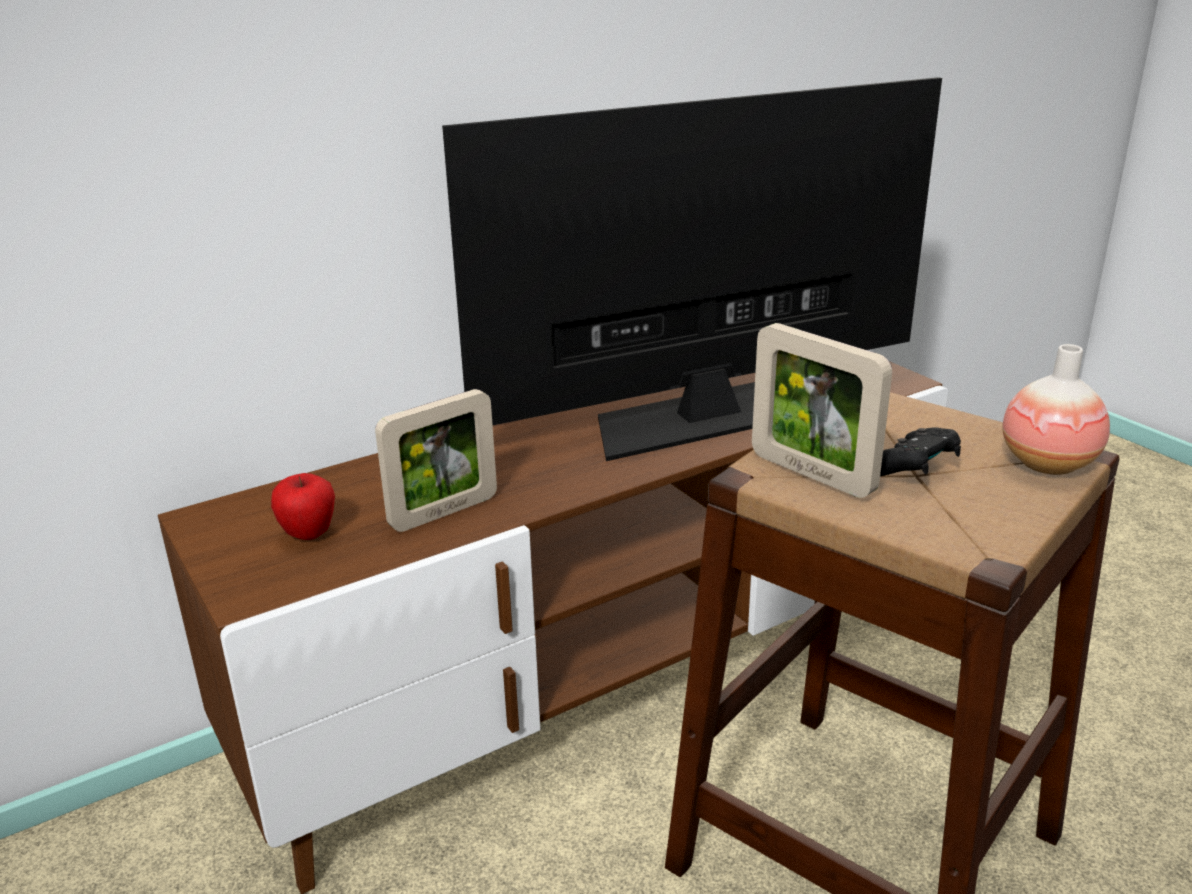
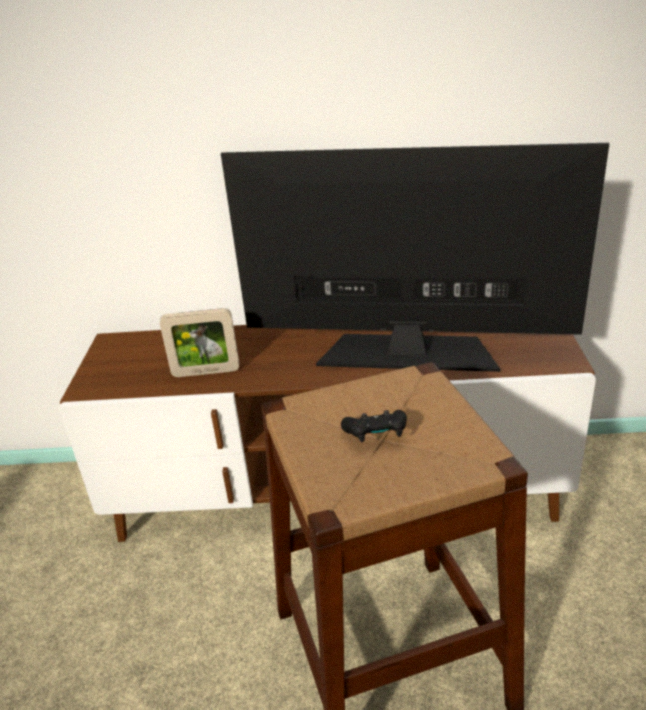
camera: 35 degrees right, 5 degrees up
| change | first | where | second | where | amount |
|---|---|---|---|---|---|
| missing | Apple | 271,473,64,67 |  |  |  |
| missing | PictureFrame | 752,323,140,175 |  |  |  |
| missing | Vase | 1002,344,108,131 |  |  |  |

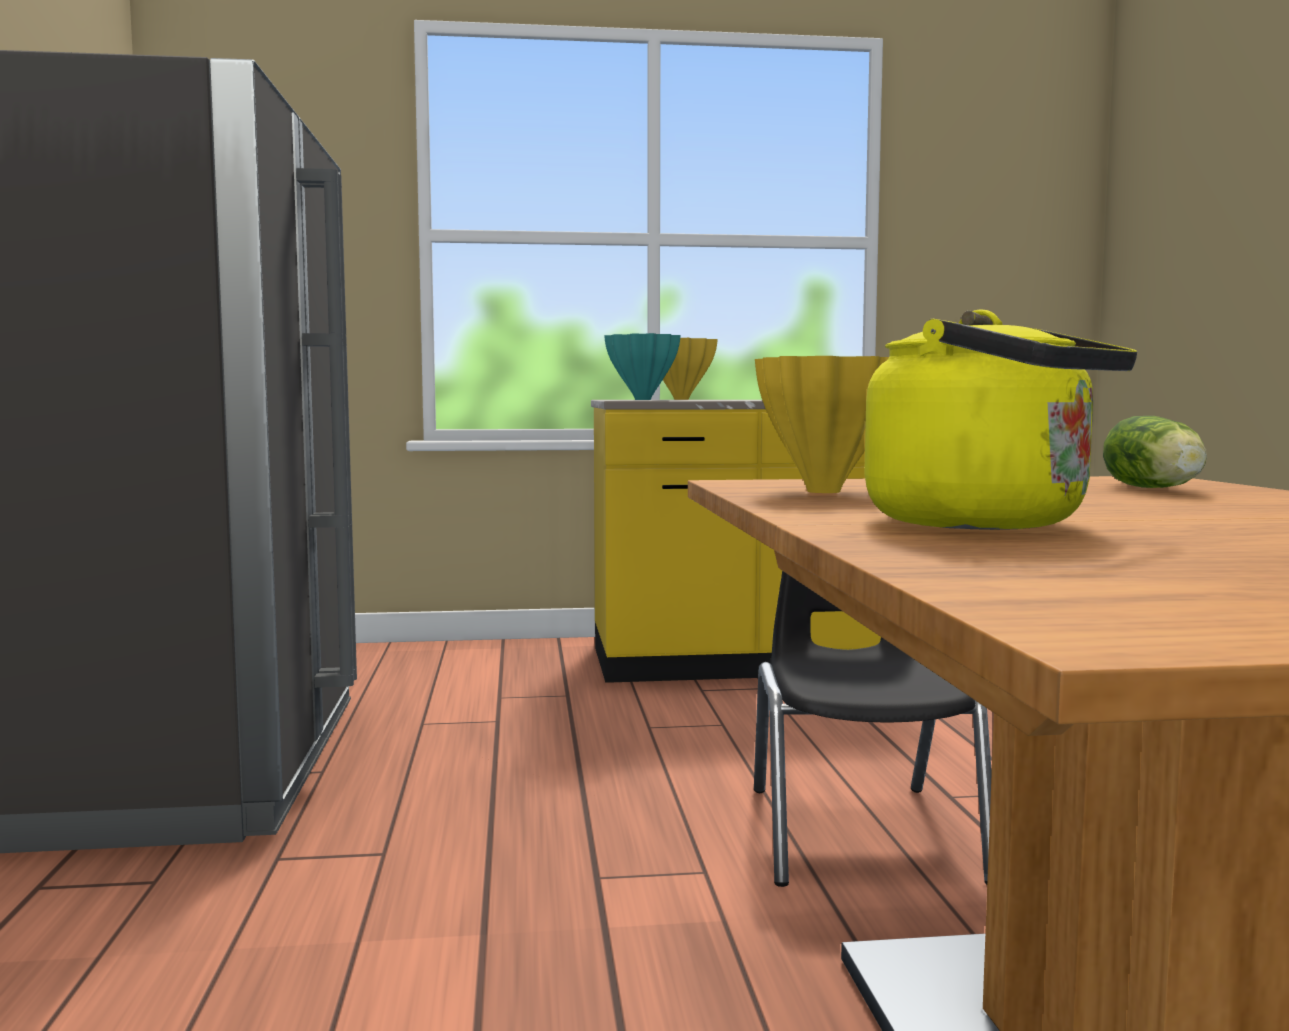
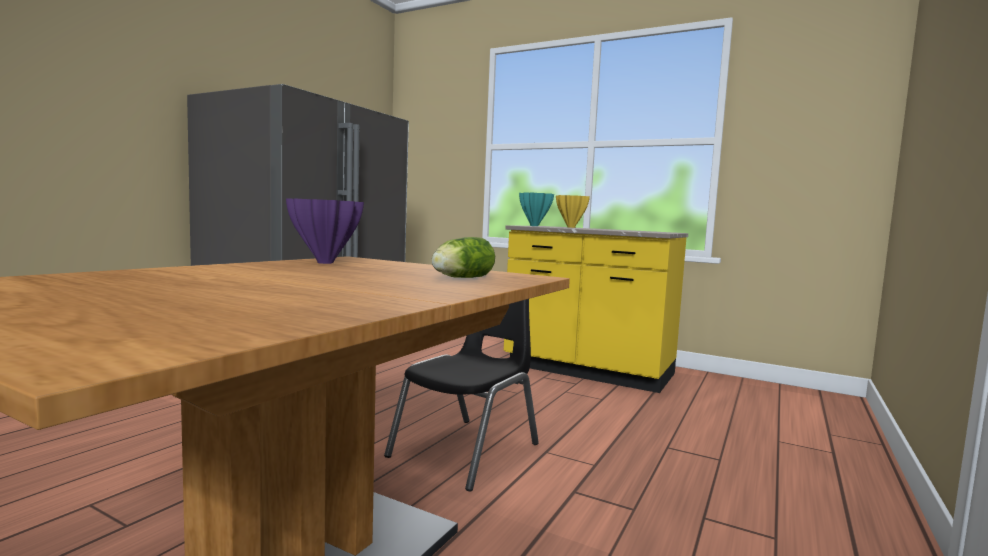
camera: 35 degrees right, 0 degrees up
| change | first | where | second | where | amount |
|---|---|---|---|---|---|
| missing | YellowKettle | 864,309,273,221 |  |  |  |
| colour | YellowVase | 755,356,134,137 | PurpleVase | 286,198,78,66 |  |

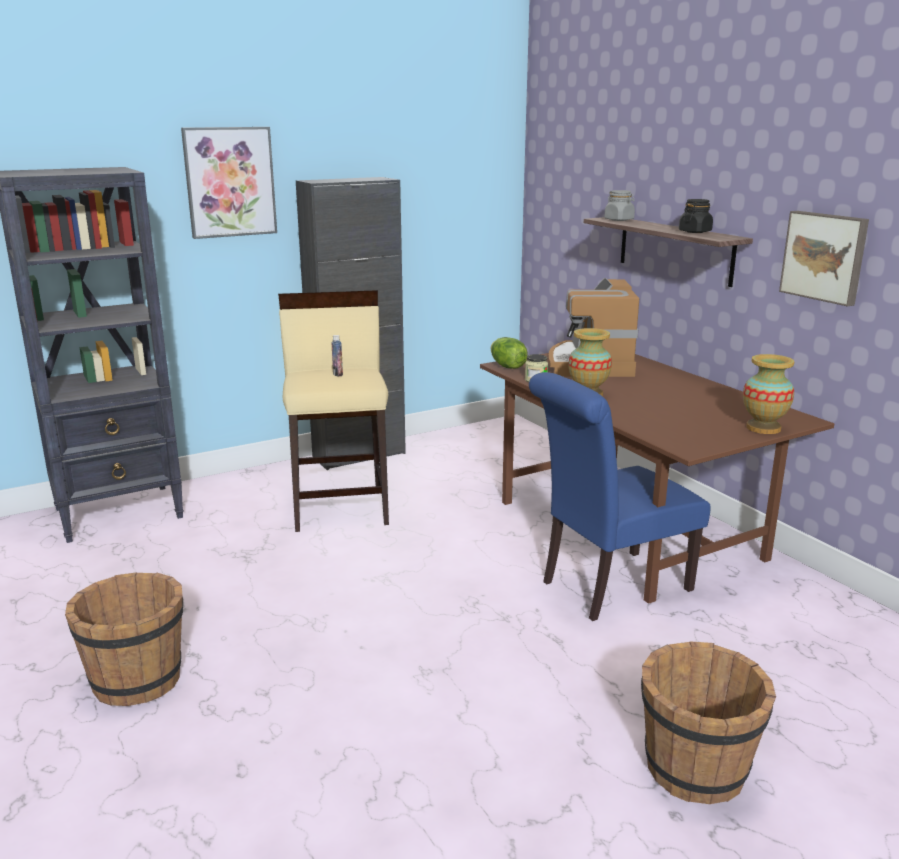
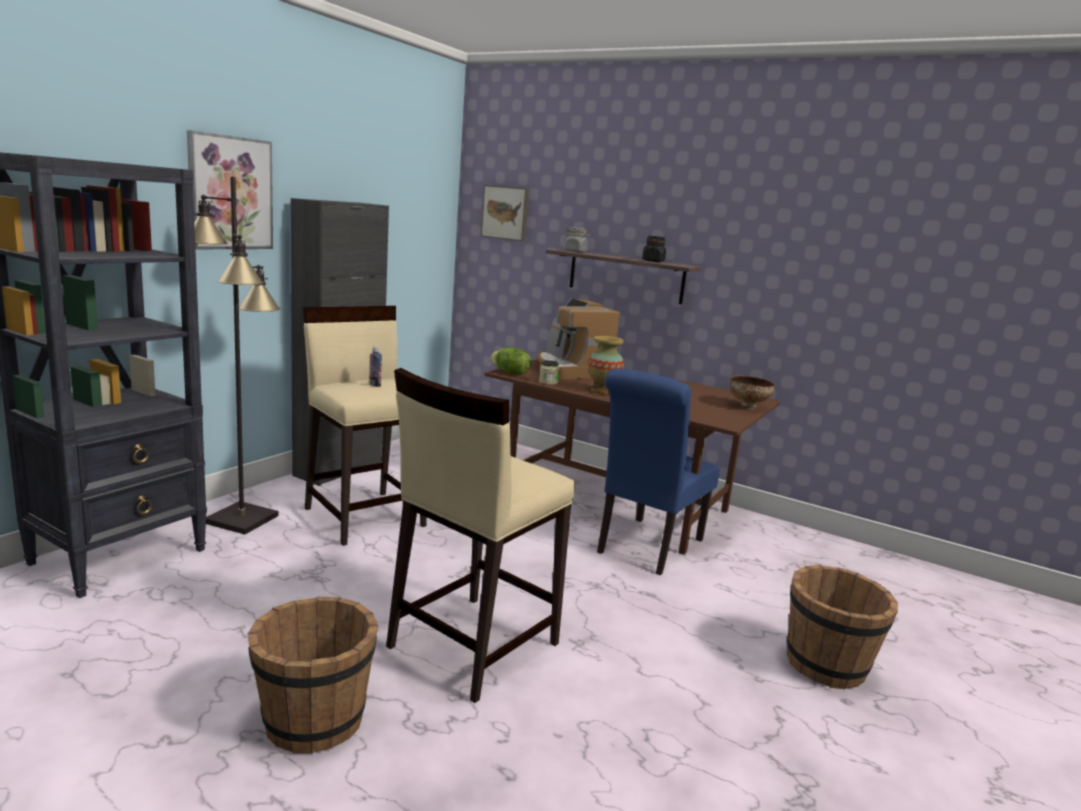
camera: 30 degrees left, 5 degrees down
| change | first | where | second | where | amount |
|---|---|---|---|---|---|
| appeared |  |  | BlackFloorLamp | 194,176,86,358 |  |
| appeared |  |  | BeigeStool | 386,368,189,335 |  |
| relocated | Picture | 779,211,90,96 |  | 481,185,48,56 |  |
| exchanged | Vase | 743,354,52,80 | Bowl | 729,376,46,34 |  |

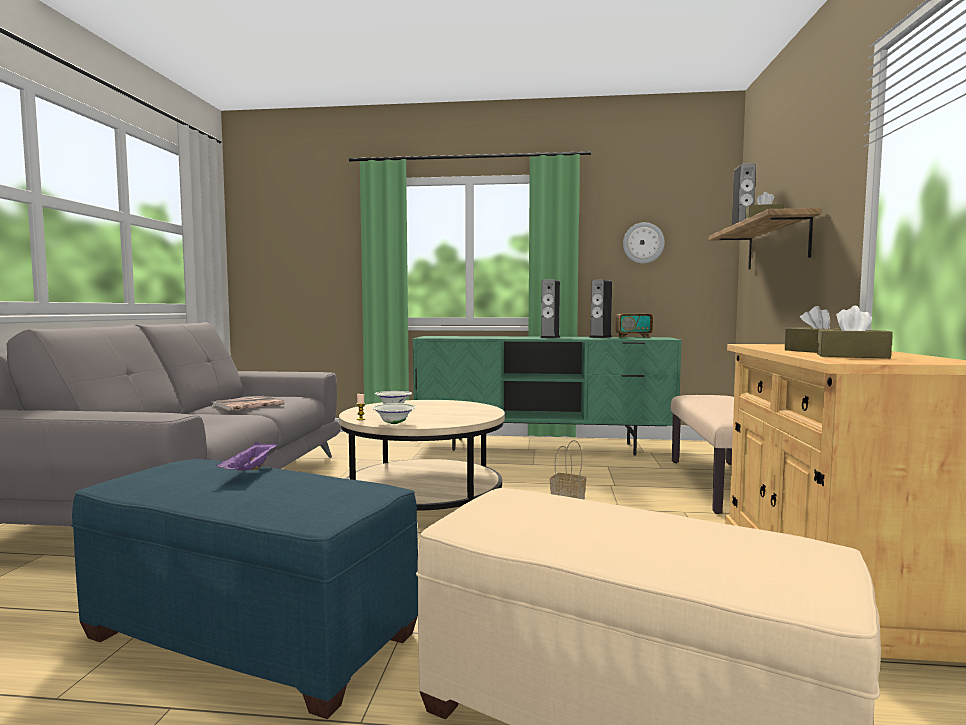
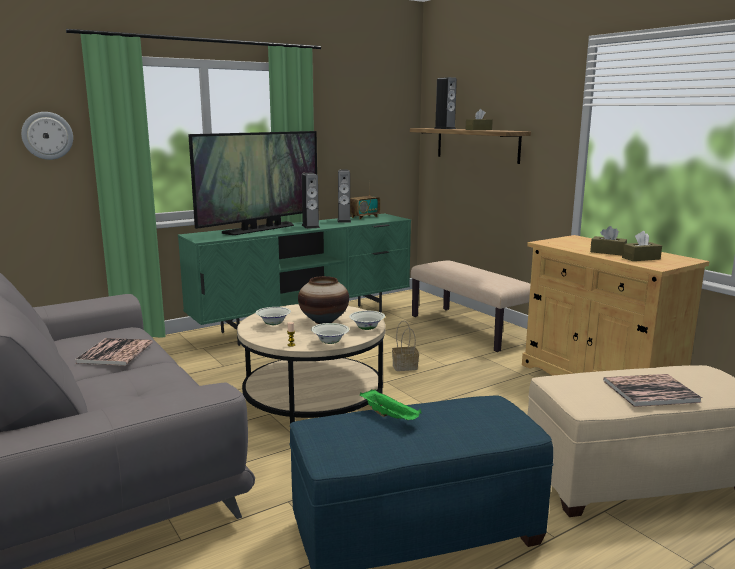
camera: 40 degrees left, 10 degrees up
| change | first | where | second | where | amount |
|---|---|---|---|---|---|
| appeared |  |  | Television | 188,131,129,104 |  |
| appeared |  |  | Vase | 298,276,51,48 |  |
| appeared |  |  | WhiteBowl | 349,311,36,19 |  |
| appeared |  |  | Book | 603,374,99,33 |  |
| relocated | WallClock | 623,222,42,42 |  | 21,112,52,48 |  |
| colour | PurpleTray | 217,441,60,30 | GreenTray | 360,389,62,31 |  |

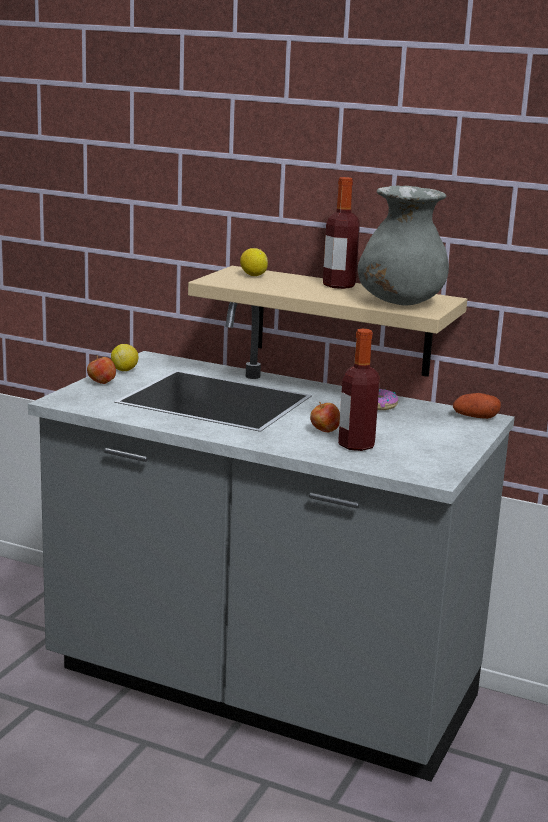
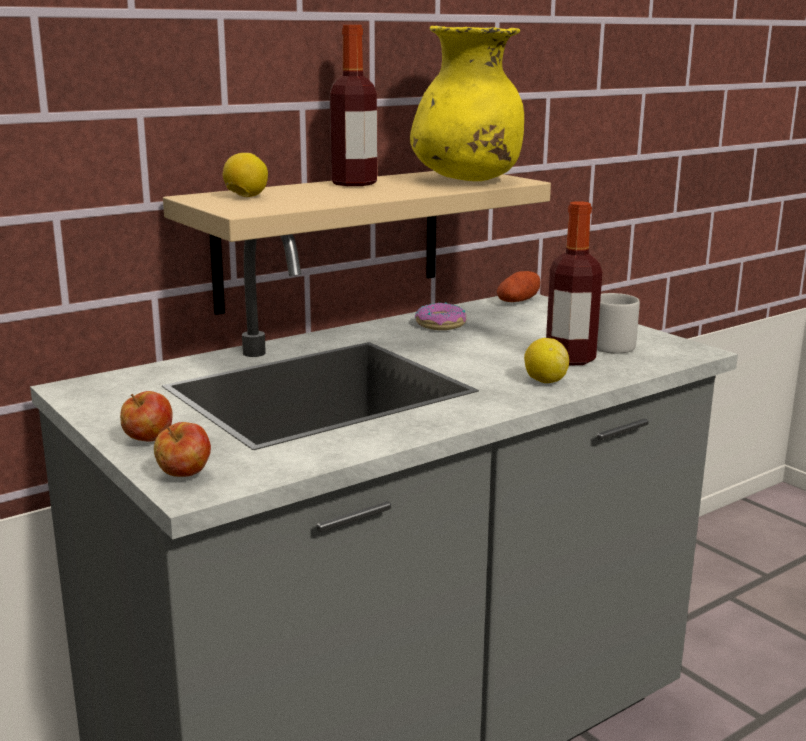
camera: 60 degrees left, 0 degrees up
| change | first | where | second | where | amount |
|---|---|---|---|---|---|
| appeared |  |  | GreyMug | 597,293,43,61 |  |
| relocated | Lemon | 111,344,28,27 |  | 524,338,45,45 |  |
| relocated | Apple | 310,402,30,30 |  | 154,422,57,55 |  |
| colour | GreyVase | 358,186,91,119 | YellowVase | 410,26,114,155 |  |

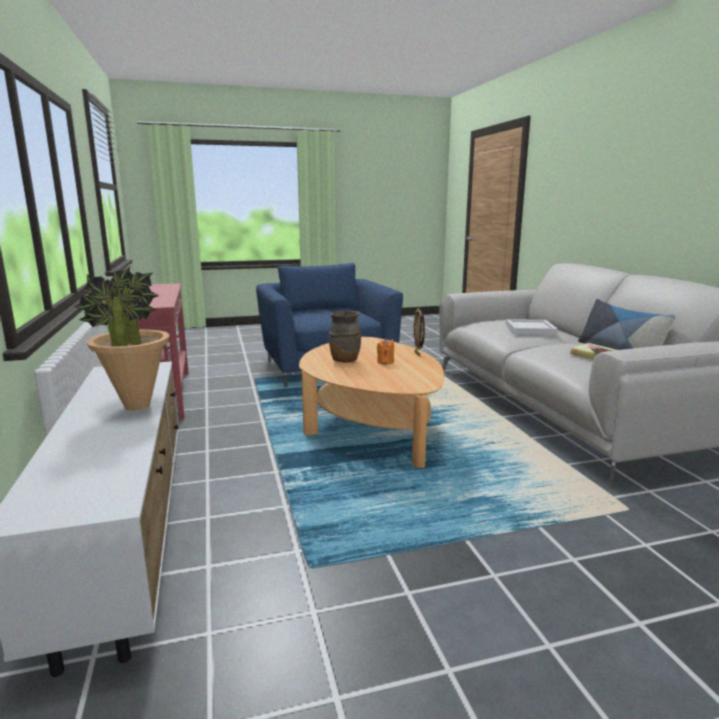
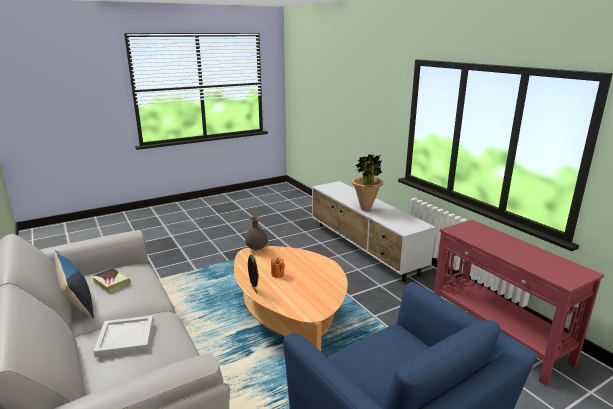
camera: 165 degrees right, 5 degrees up
| change | first | where | second | where | amount |
|---|---|---|---|---|---|
| missing | BrownVase | 329,311,32,51 |  |  |  |
| appeared |  |  | GreyVase | 245,216,23,35 |  |

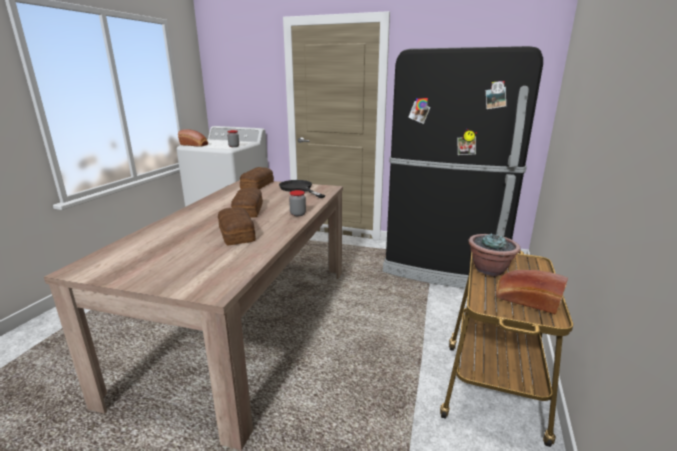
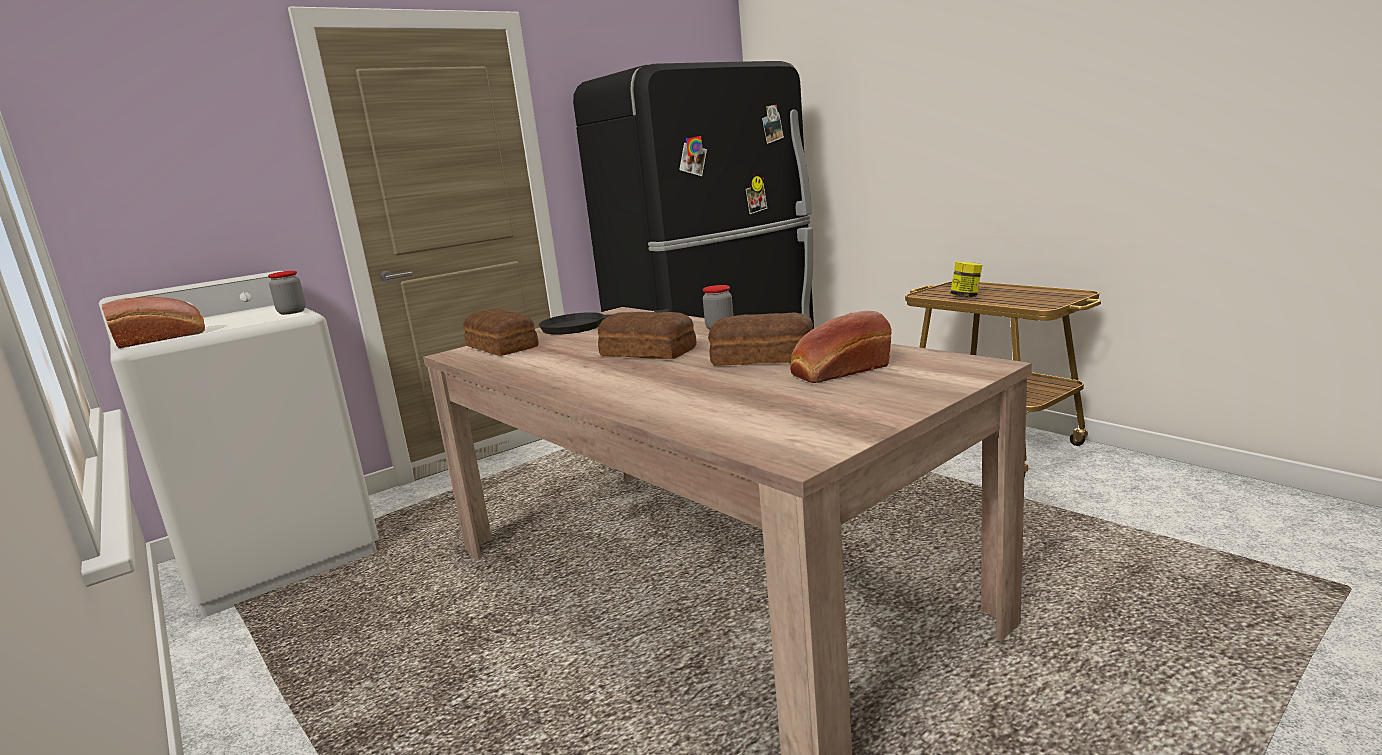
camera: 55 degrees left, 5 degrees down
| change | first | where | second | where | amount |
|---|---|---|---|---|---|
| relocated | Bread | 496,270,72,45 |  | 790,311,102,72 |  |
| exchanged | PottedPlant | 468,233,53,43 | Jar | 950,261,32,36 |  |

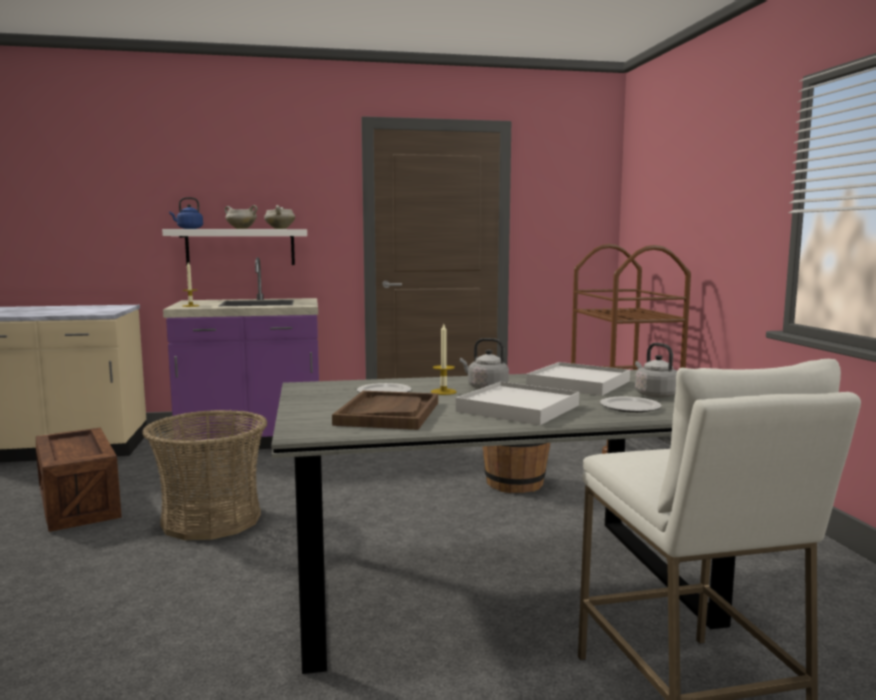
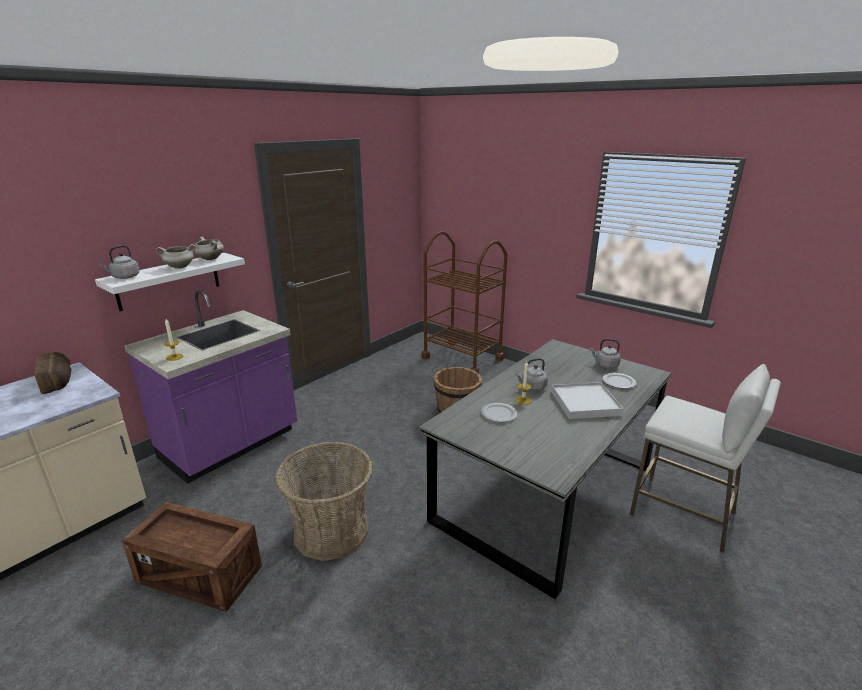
camera: 40 degrees left, 15 degrees up
| change | first | where | second | where | amount |
|---|---|---|---|---|---|
| missing | BrownTray | 332,391,106,39 |  |  |  |
| missing | WhiteTray | 526,362,104,34 |  |  |  |
| appeared |  |  | Bread | 34,352,37,42 |  |
| colour | BlueKettle | 169,197,34,32 | GreyKettle | 99,245,41,34 |  |

